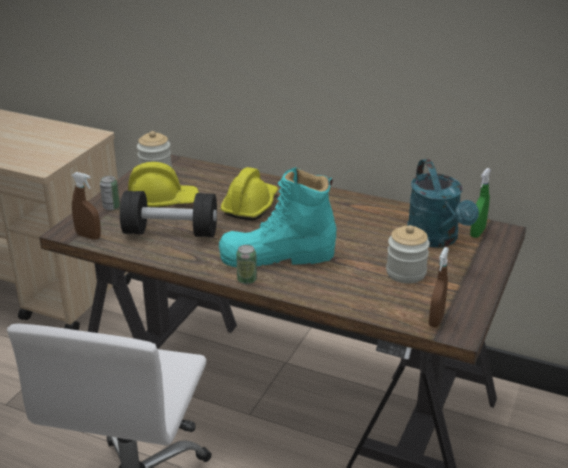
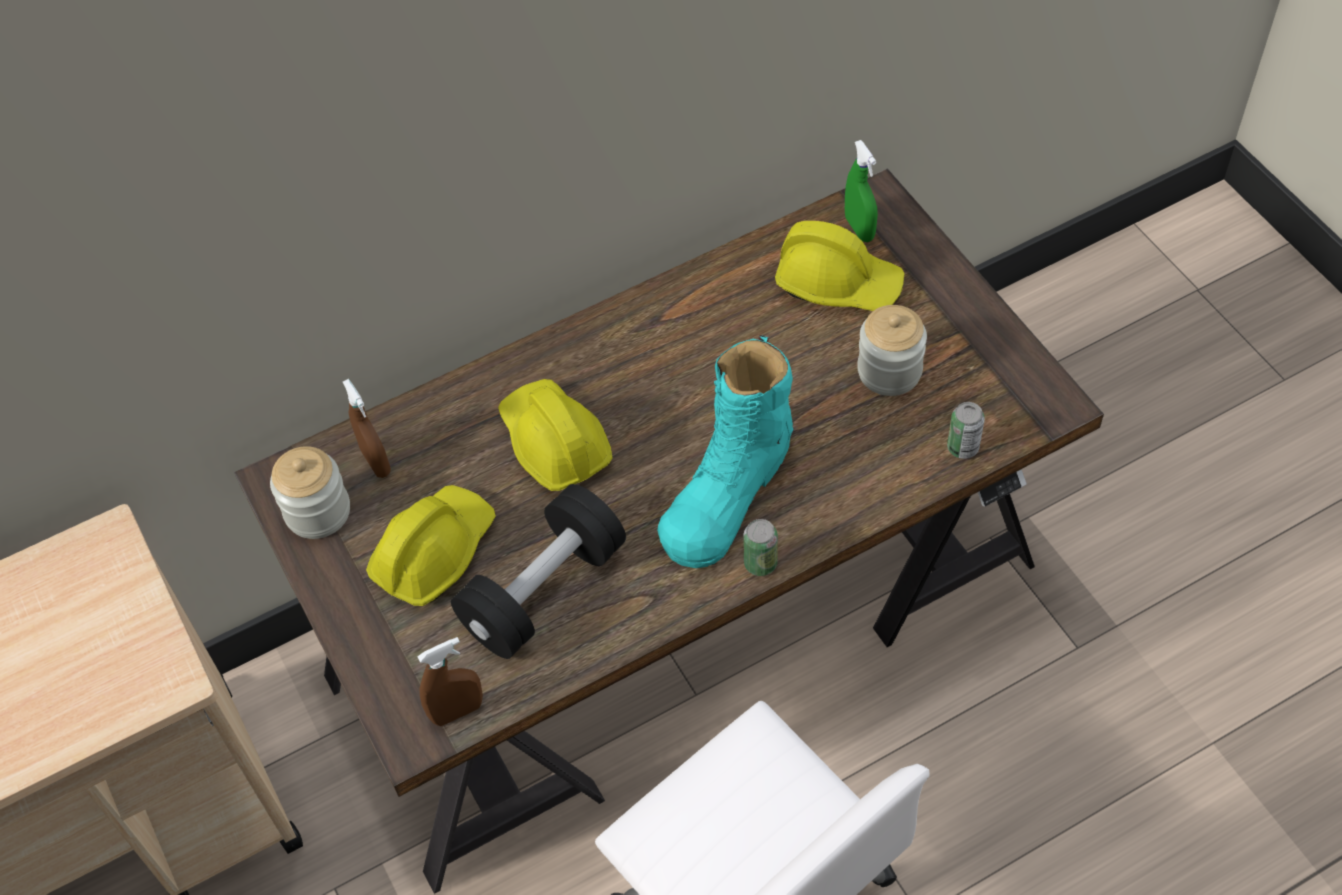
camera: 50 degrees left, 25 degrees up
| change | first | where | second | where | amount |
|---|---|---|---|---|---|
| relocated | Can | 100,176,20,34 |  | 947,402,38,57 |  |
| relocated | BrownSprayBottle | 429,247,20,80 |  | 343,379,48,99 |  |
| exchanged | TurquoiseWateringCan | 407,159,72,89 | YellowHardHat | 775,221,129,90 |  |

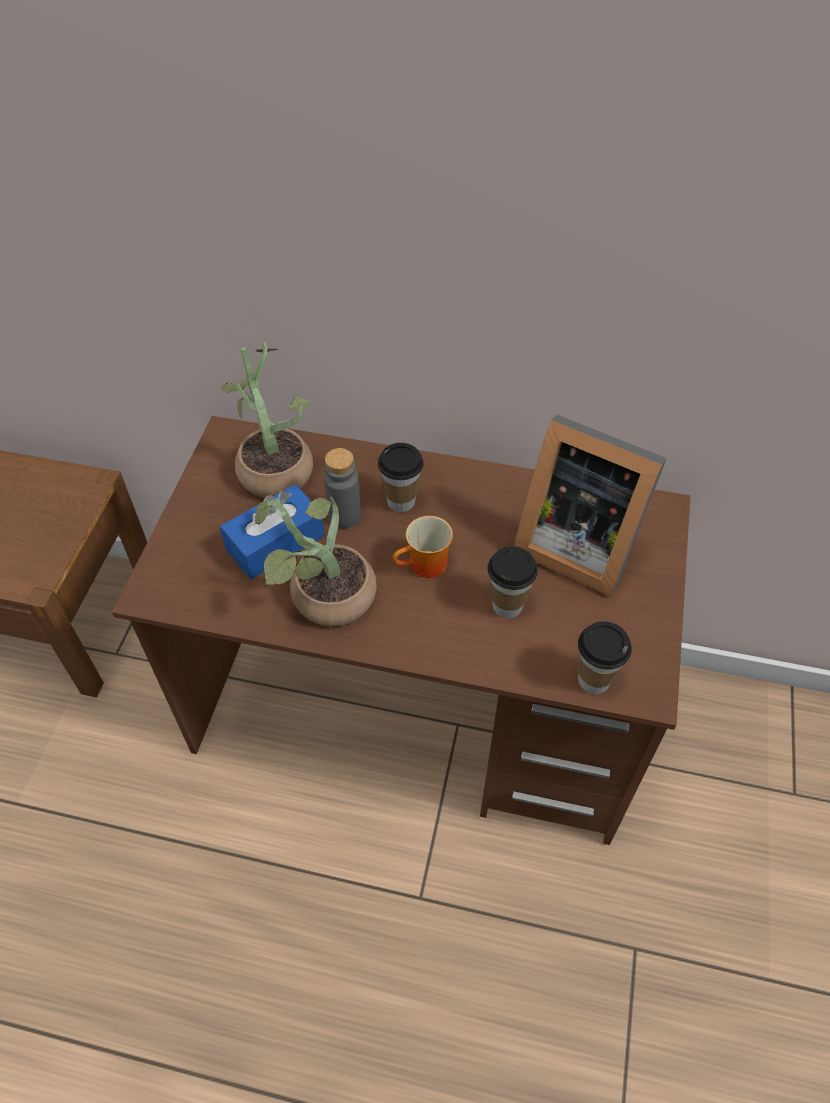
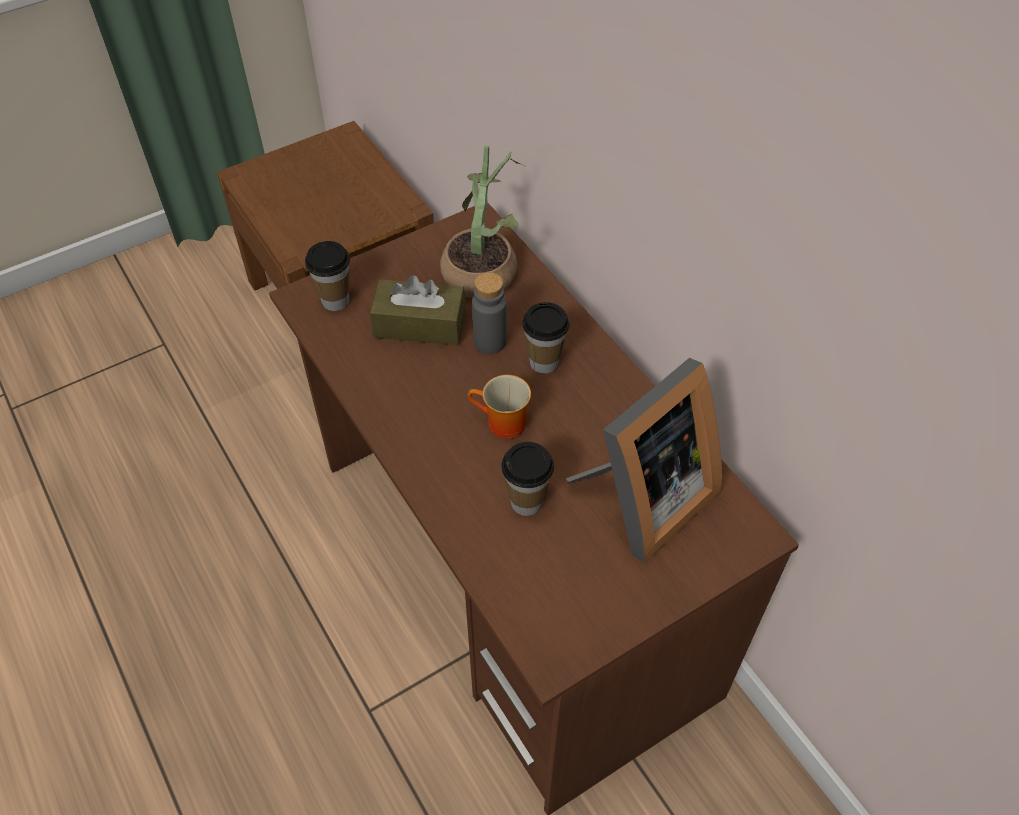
camera: 45 degrees right, 0 degrees up
| change | first | where | second | where | amount |
|---|---|---|---|---|---|
| missing | PottedPlant | 255,497,122,129 |  |  |  |
| relocated | Cup | 578,621,54,73 |  | 305,241,45,70 |  |
| colour | BlueTissueBox | 220,484,105,95 | BrownTissueBox | 370,275,95,70 |  |
| spun | PictureFrame | 514,415,153,181 |  | 566,358,156,205 | 120 degrees counterclockwise |

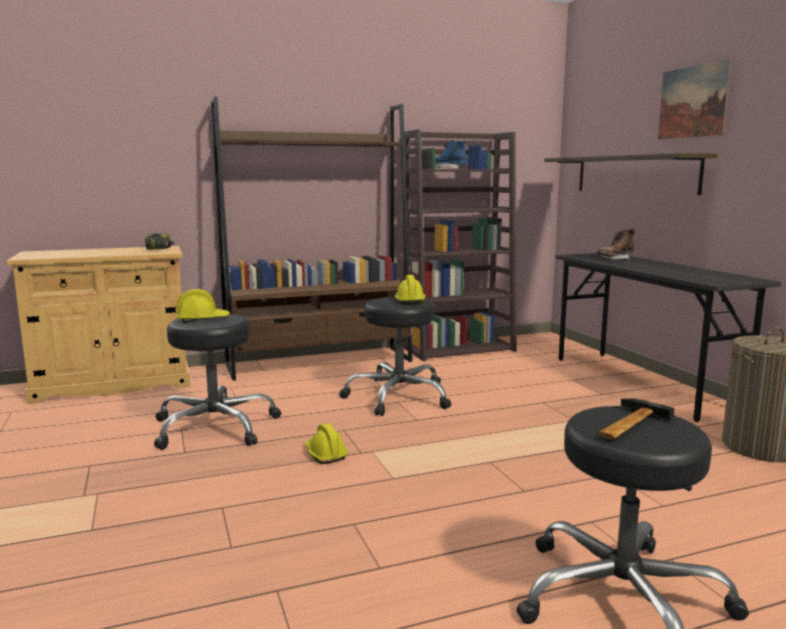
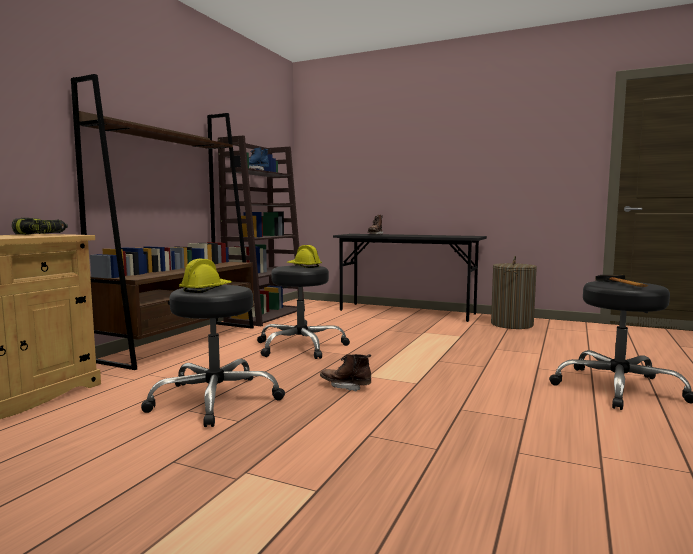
camera: 45 degrees left, 5 degrees down
| change | first | where | second | where | amount |
|---|---|---|---|---|---|
| missing | Shelf | 544,153,173,42 |  |  |  |
| missing | Picture | 658,59,74,80 |  |  |  |
| exchanged | YellowHardHat | 304,423,44,41 | BrownBoot | 320,354,51,37 |  |

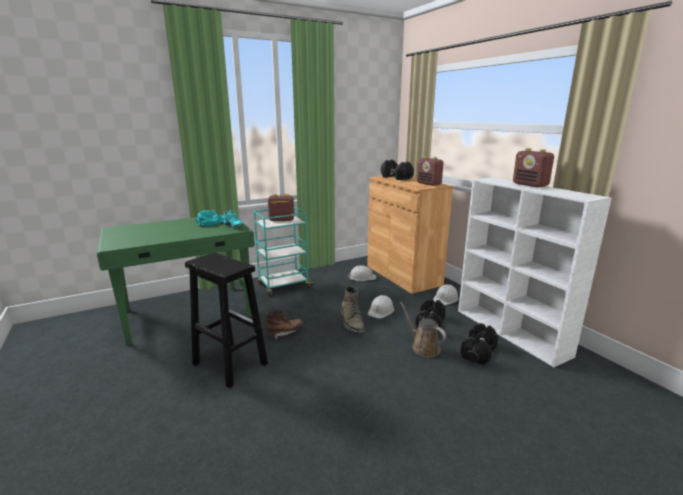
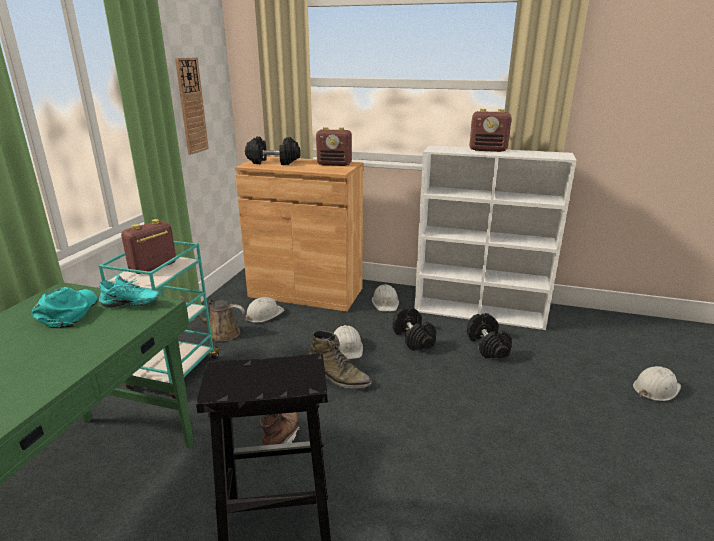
camera: 45 degrees left, 5 degrees up
| change | first | where | second | where | amount |
|---|---|---|---|---|---|
| appeared |  |  | WallClock | 175,58,34,97 |  |
| appeared |  |  | WhiteHardHat | 633,366,48,35 |  |
| relocated | BrownWateringCan | 400,302,46,55 |  | 181,296,64,46 |  |

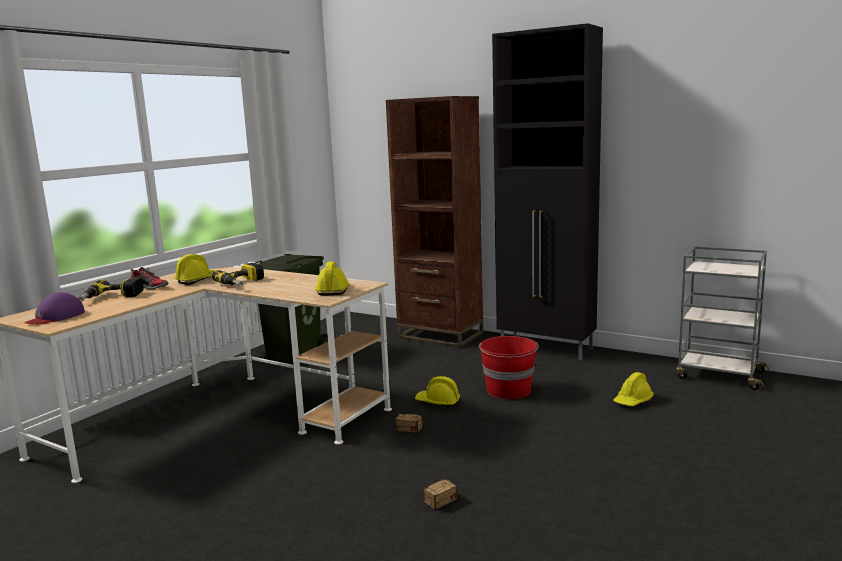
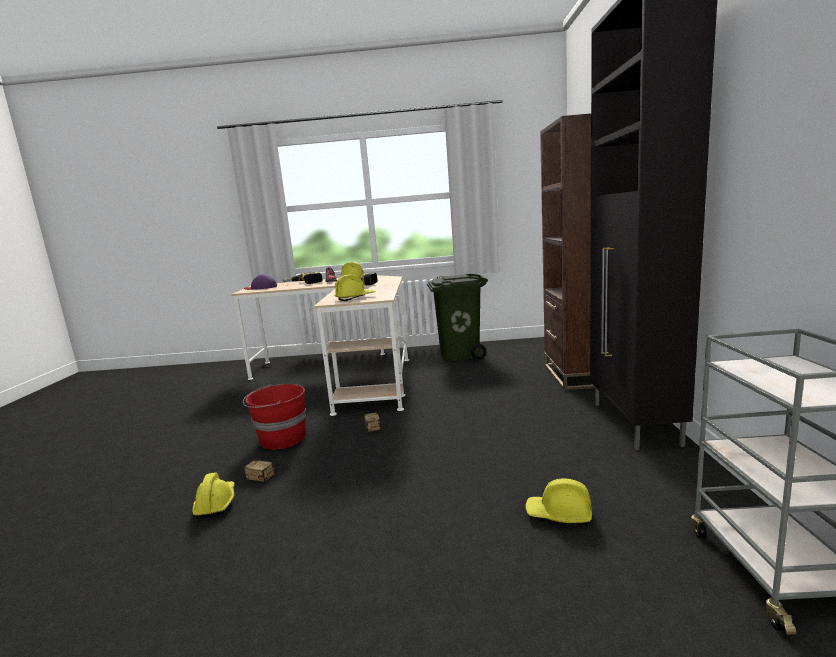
camera: 60 degrees right, 0 degrees up
| change | first | where | second | where | amount |
|---|---|---|---|---|---|
| relocated | YellowHardHat | 415,376,45,32 |  | 192,472,43,45 |  |
| relocated | RedBucket | 479,336,60,63 |  | 243,384,63,66 |  |

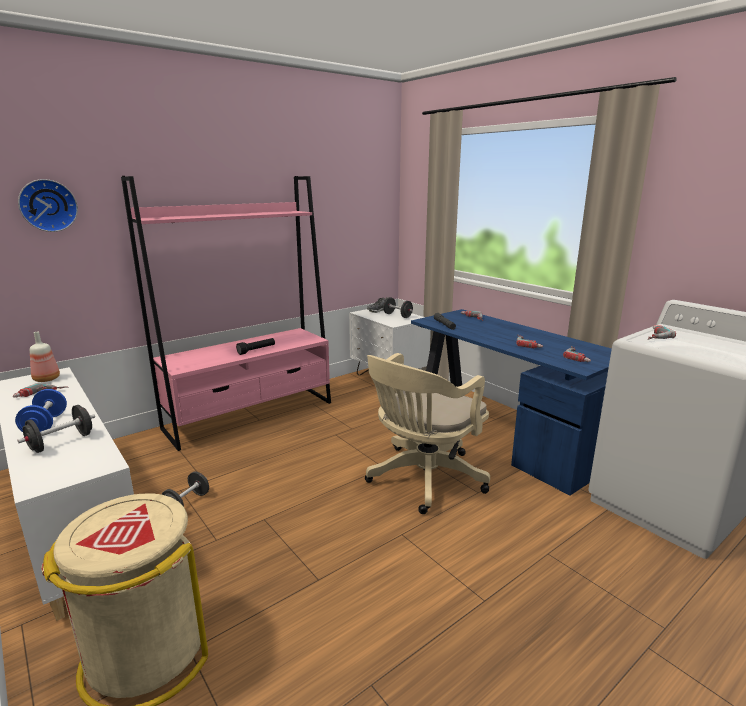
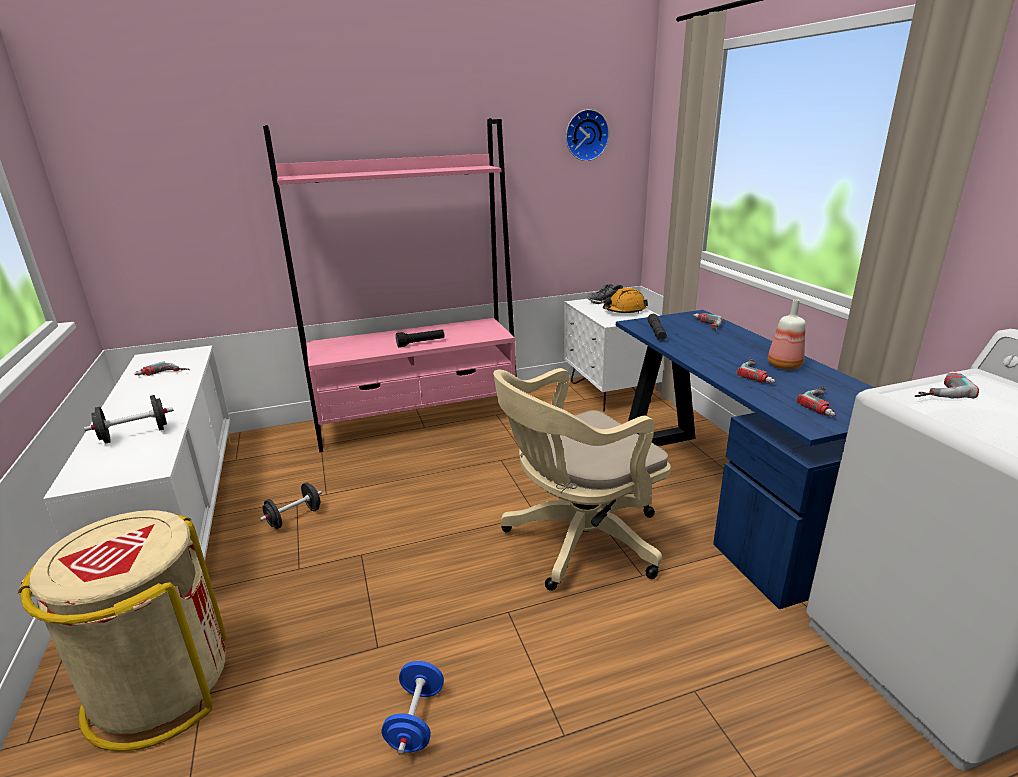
camera: 20 degrees right, 5 degrees up
| change | first | where | second | where | amount |
|---|---|---|---|---|---|
| relocated | BlueDumbbell | 15,389,52,43 |  | 382,661,62,93 |  |
| relocated | WallClock | 18,179,60,53 |  | 566,109,43,52 |  |
| relocated | Bottle | 30,332,30,50 |  | 768,299,38,71 |  |
| exchanged | BlackDumbbell | 383,297,30,21 | OrangeHardHat | 603,288,45,25 |  |

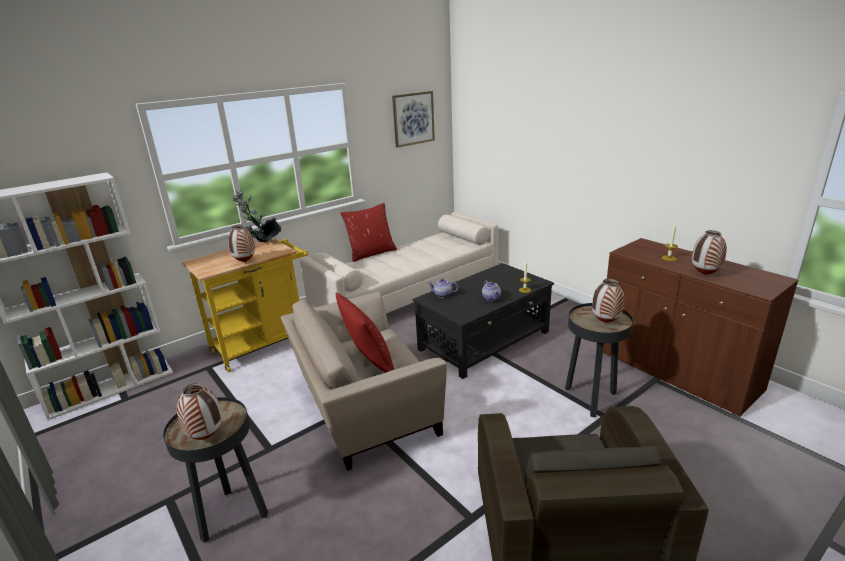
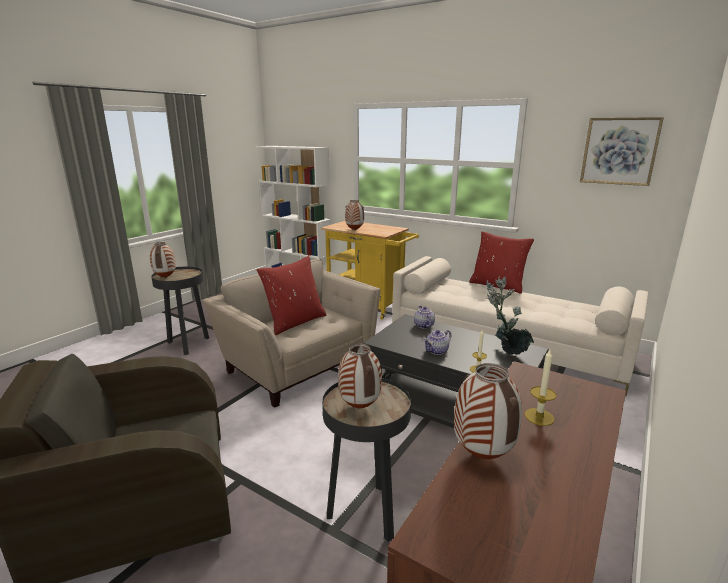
camera: 70 degrees right, 5 degrees down
| change | first | where | second | where | amount |
|---|---|---|---|---|---|
| relocated | PottedPlant | 232,189,49,53 |  | 486,276,48,79 |  |

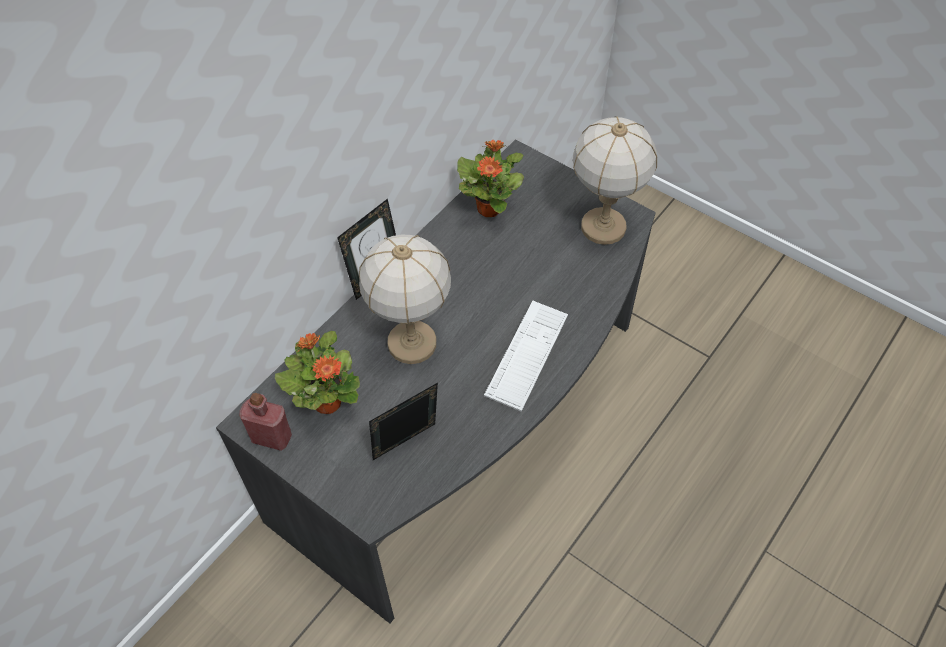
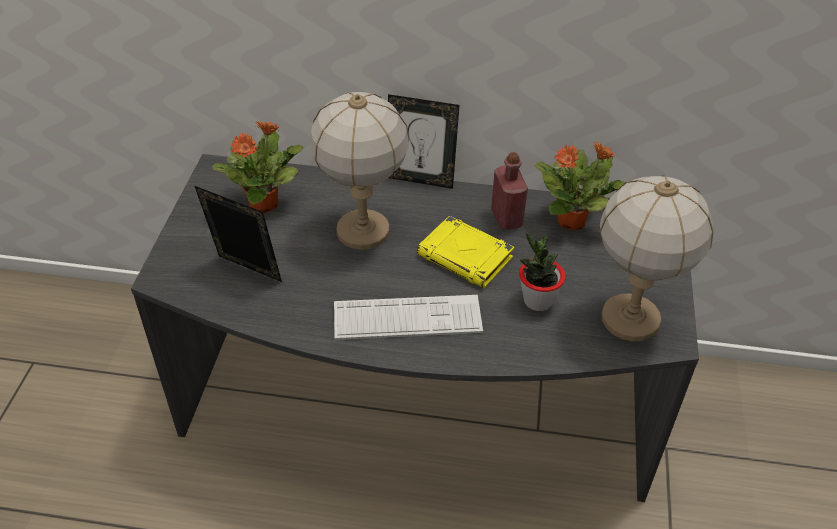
camera: 60 degrees right, 10 degrees down
| change | first | where | second | where | amount |
|---|---|---|---|---|---|
| appeared |  |  | YellowBook | 417,216,97,72 |  |
| appeared |  |  | PottedPlant | 519,232,47,79 |  |
| relocated | RedBottle | 240,393,52,58 |  | 491,152,37,78 |  |

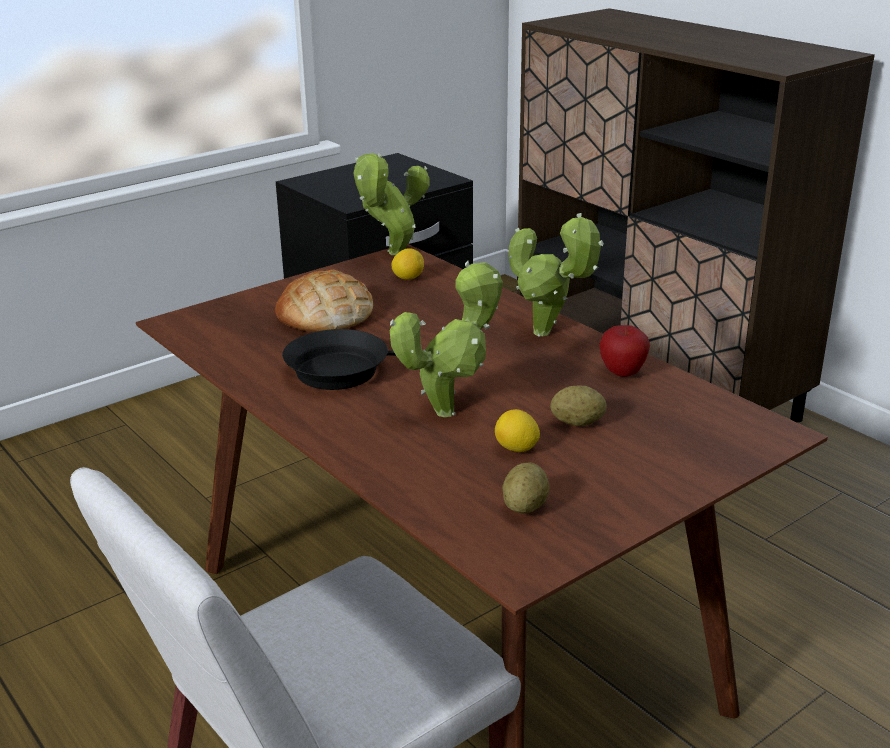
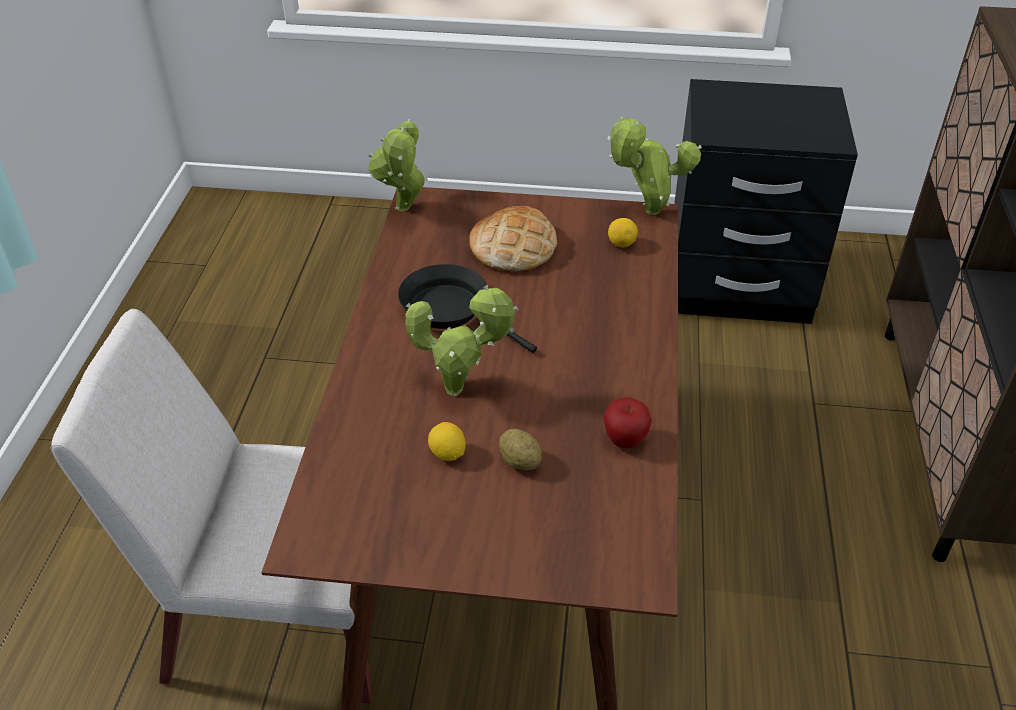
camera: 45 degrees right, 15 degrees up
| change | first | where | second | where | amount |
|---|---|---|---|---|---|
| missing | Potato | 503,463,46,50 |  |  |  |
| relocated | PottedPlant | 509,213,95,123 |  | 368,119,60,93 |  |

